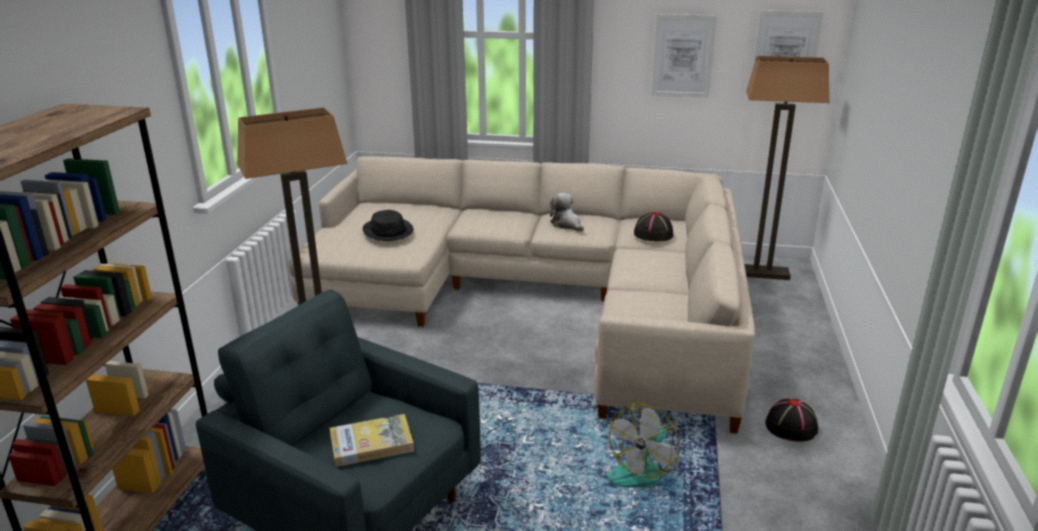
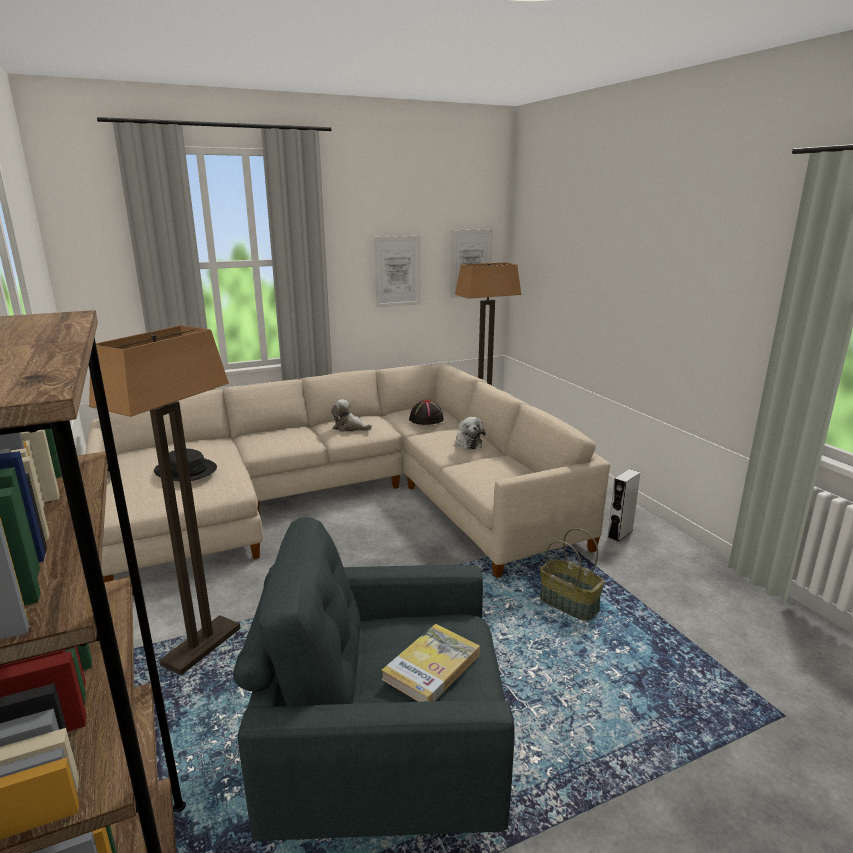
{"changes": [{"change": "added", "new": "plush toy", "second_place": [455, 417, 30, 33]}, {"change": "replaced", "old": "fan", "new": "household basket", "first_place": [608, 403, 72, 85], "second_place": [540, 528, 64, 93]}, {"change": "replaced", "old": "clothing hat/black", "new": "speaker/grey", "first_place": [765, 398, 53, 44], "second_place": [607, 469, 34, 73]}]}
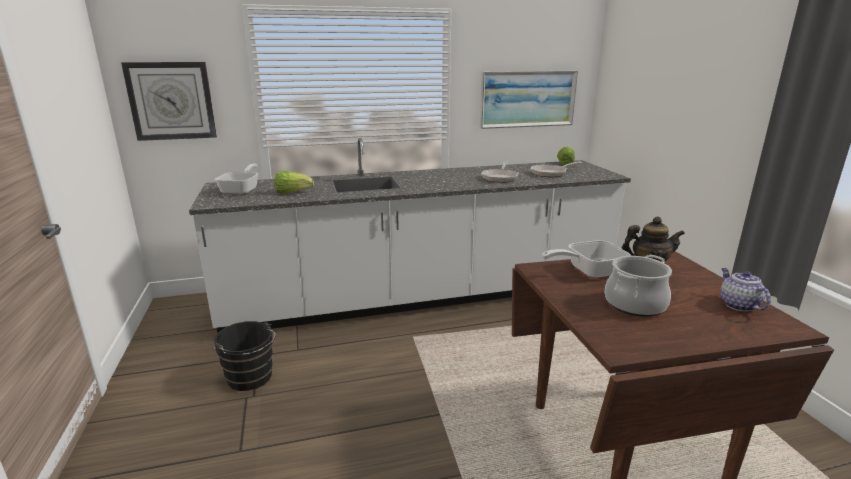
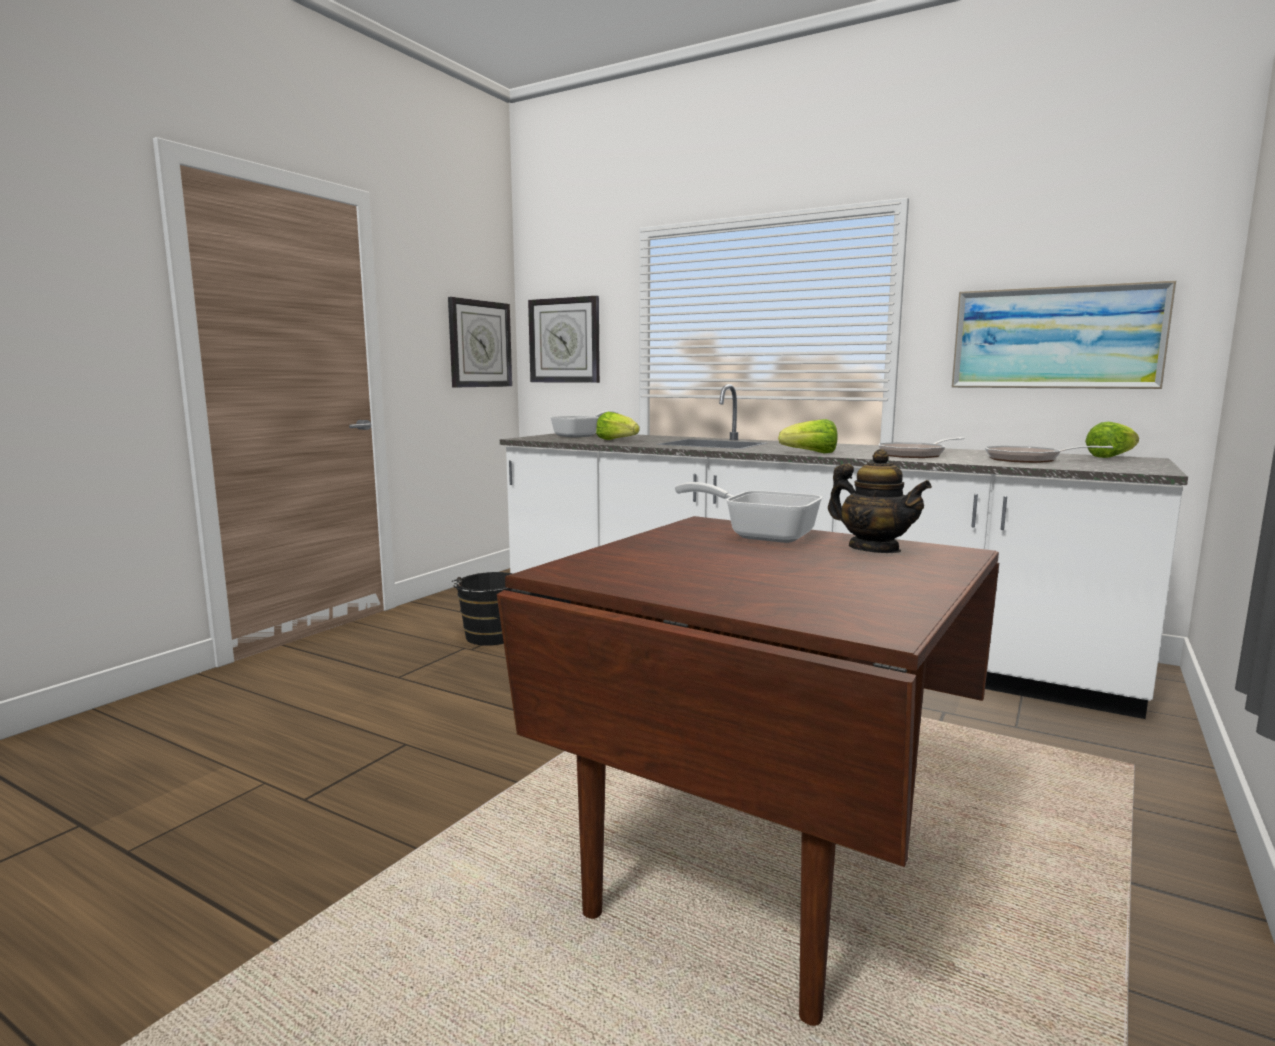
{"changes": [{"change": "removed", "old": "cooking pot", "first_place": [605, 255, 67, 62]}, {"change": "removed", "old": "tea pot", "first_place": [720, 268, 51, 43]}, {"change": "added", "new": "hanging clock", "second_place": [448, 297, 64, 90]}, {"change": "added", "new": "lettuce", "second_place": [778, 419, 60, 34]}]}
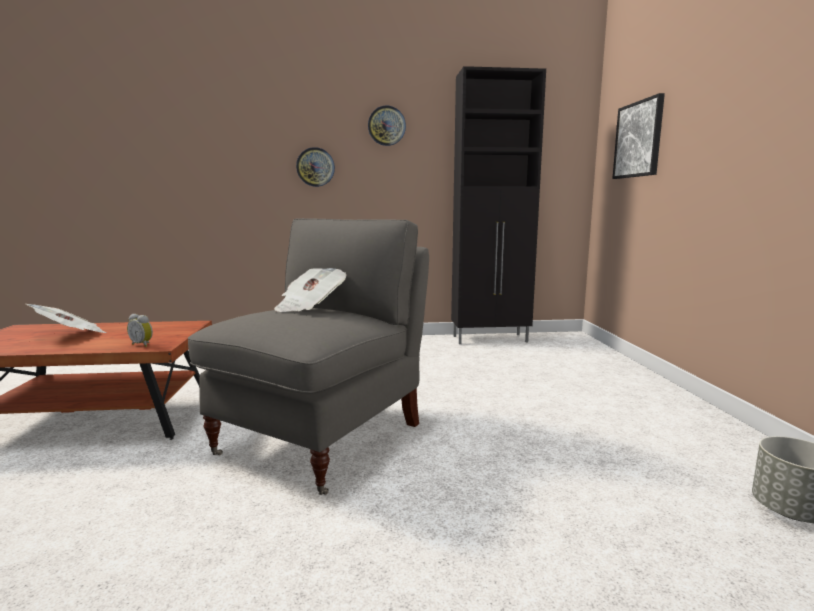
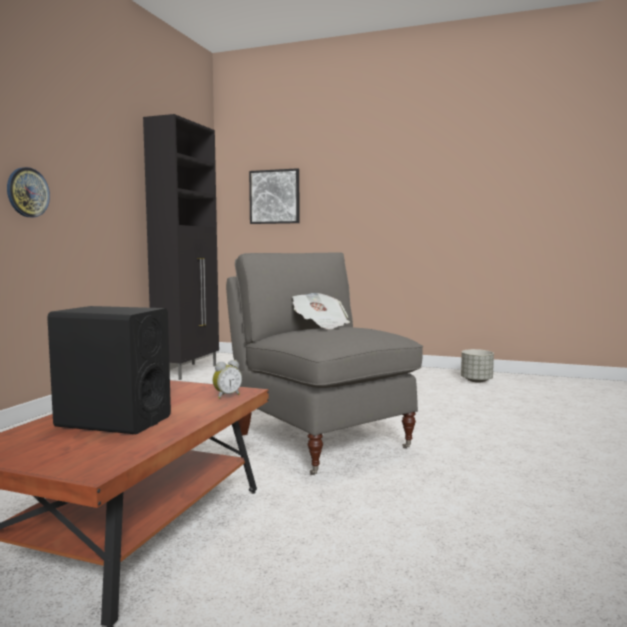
{"changes": [{"change": "removed", "old": "hanging clock", "first_place": [368, 106, 38, 40]}, {"change": "replaced", "old": "printed paper", "new": "speaker/black", "first_place": [26, 304, 80, 29], "second_place": [47, 306, 124, 129]}]}
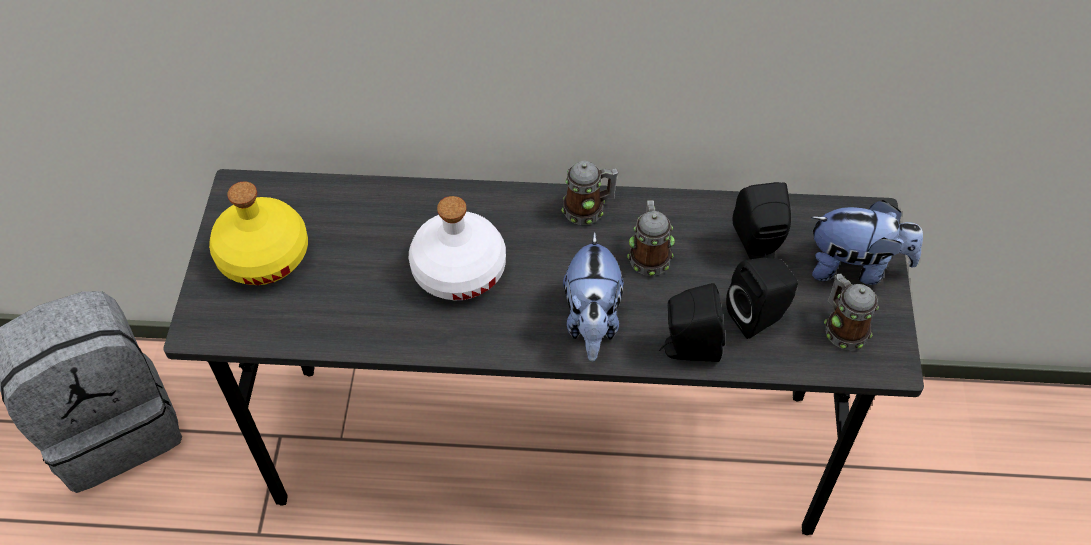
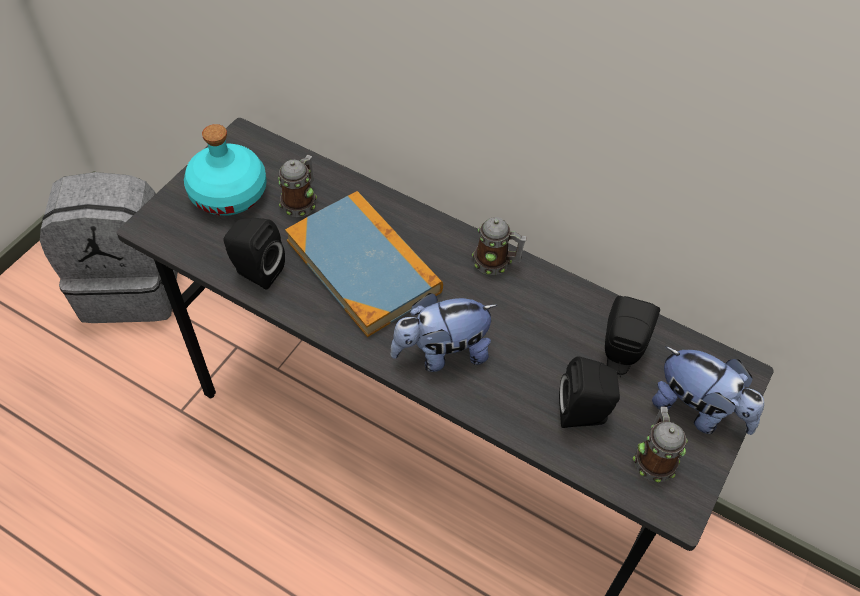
{"changes": [{"change": "moved", "old": "mug", "first_place": [627, 200, 48, 76], "second_place": [278, 155, 39, 62]}, {"change": "moved", "old": "speaker/black", "first_place": [659, 283, 66, 79], "second_place": [224, 218, 61, 72]}, {"change": "replaced", "old": "beverage bottle/white", "new": "bound book", "first_place": [409, 196, 97, 104], "second_place": [285, 191, 158, 146]}, {"change": "recoloured", "old": "beverage bottle/yellowish", "new": "beverage bottle/turquoise", "first_place": [209, 182, 99, 103], "second_place": [184, 124, 83, 92]}, {"change": "turned", "old": "plush toy", "first_place": [563, 231, 61, 130], "second_place": [390, 293, 108, 79], "degrees": 45}]}
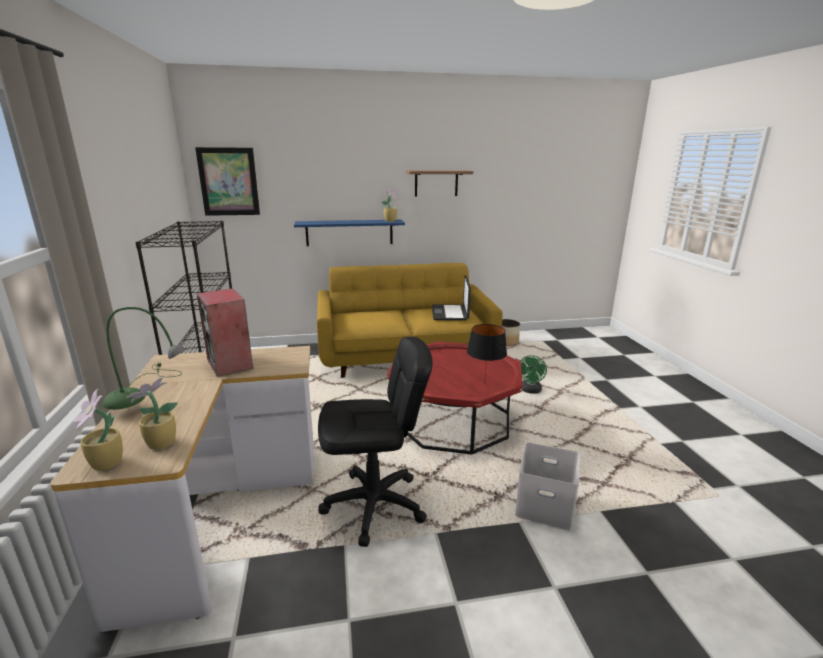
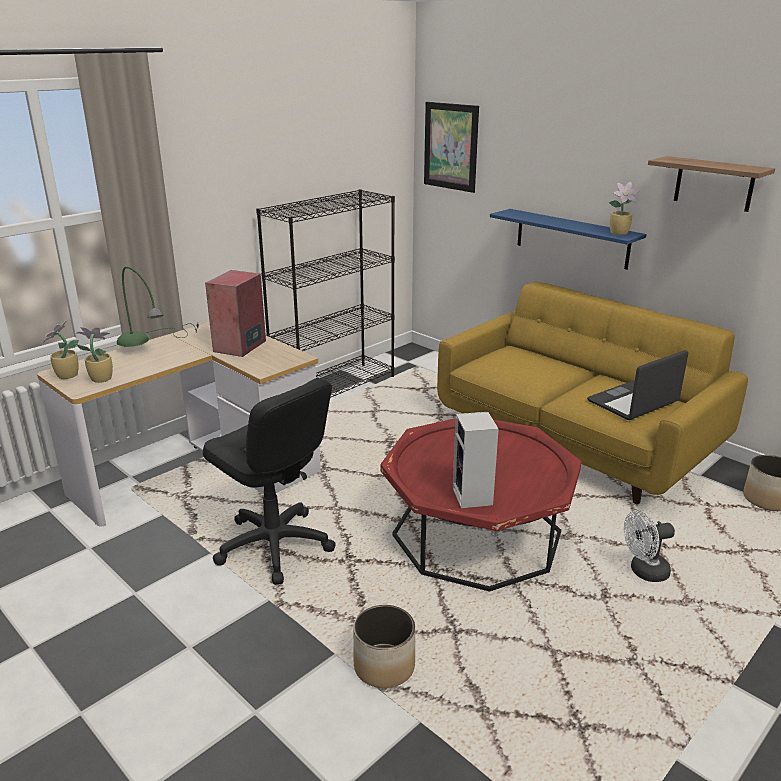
{"changes": [{"change": "replaced", "old": "tabletop lamp/black", "new": "speaker", "first_place": [467, 324, 40, 61], "second_place": [453, 412, 46, 96]}, {"change": "replaced", "old": "storage container/white", "new": "plant pot", "first_place": [515, 442, 65, 89], "second_place": [353, 605, 62, 83]}, {"change": "recoloured", "old": "fan/green-coloured", "new": "fan/white", "first_place": [520, 355, 27, 39], "second_place": [624, 510, 51, 72]}]}
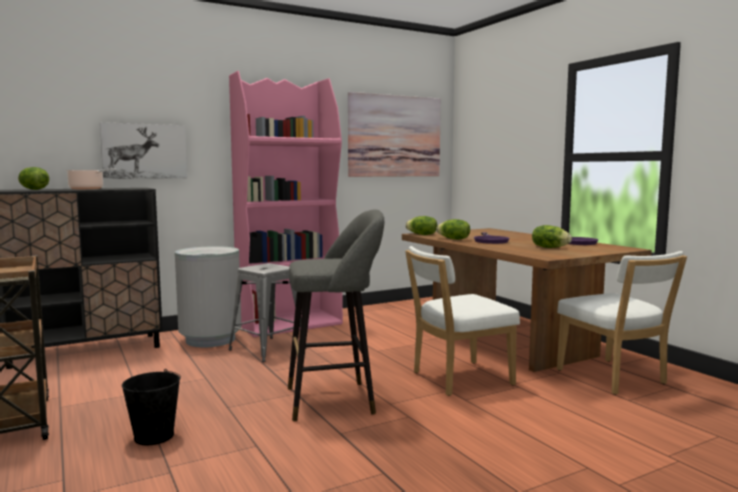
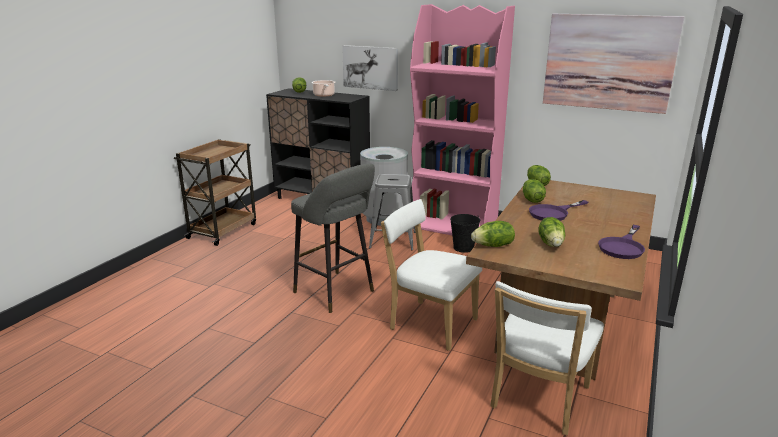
{"changes": [{"change": "added", "new": "lettuce", "second_place": [471, 221, 44, 26]}, {"change": "moved", "old": "bucket/black", "first_place": [122, 369, 59, 76], "second_place": [450, 214, 30, 39]}]}
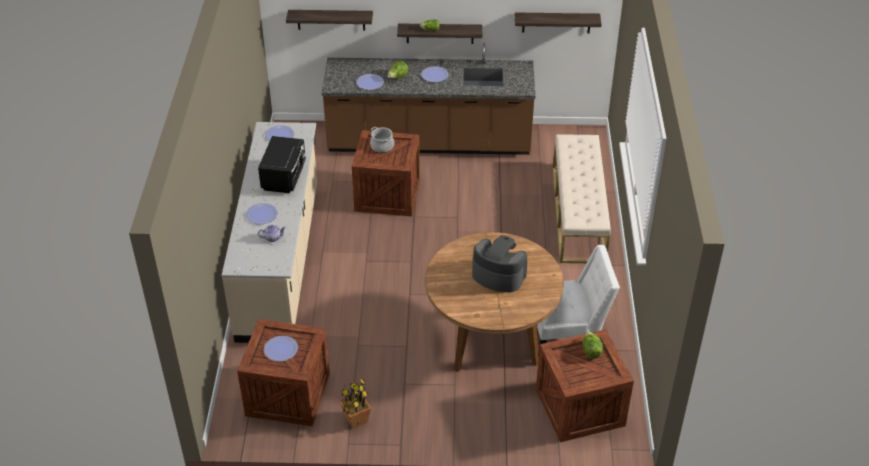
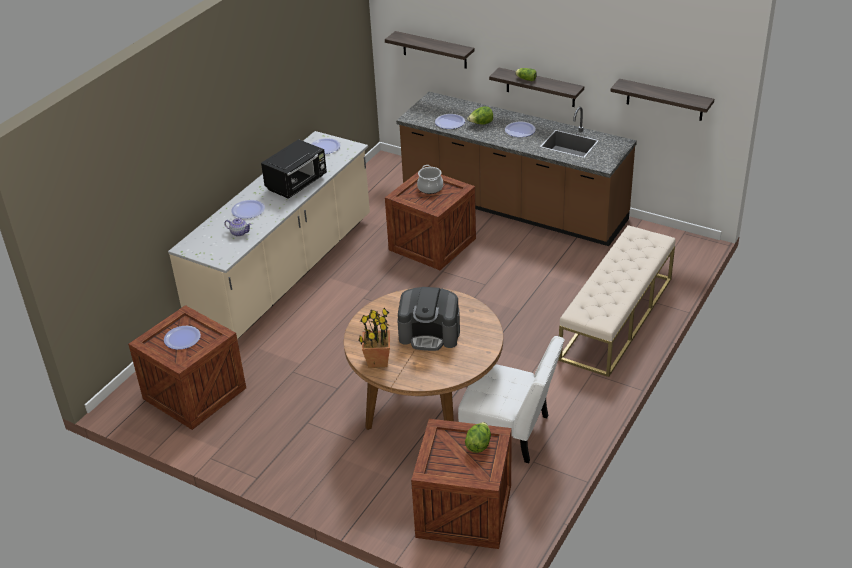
{"changes": [{"change": "moved", "old": "houseplant", "first_place": [340, 378, 31, 50], "second_place": [358, 308, 32, 60]}, {"change": "turned", "old": "coffee maker", "first_place": [472, 235, 56, 57], "second_place": [397, 287, 63, 64], "degrees": 135}]}
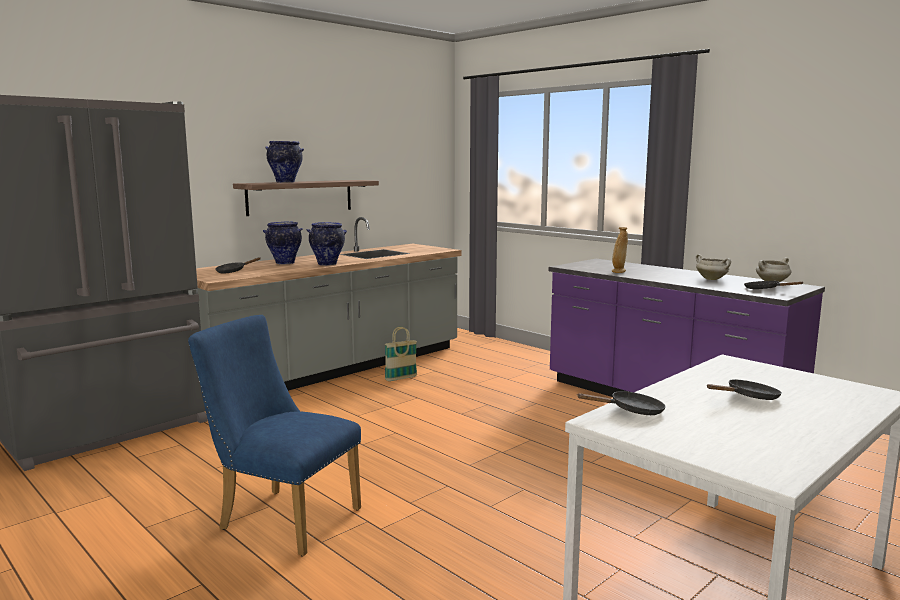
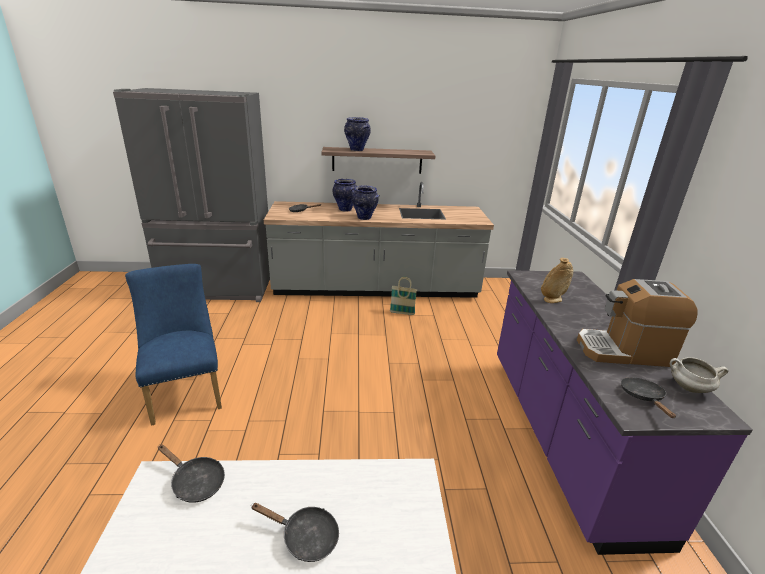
{"changes": [{"change": "replaced", "old": "cooking pot/white", "new": "coffee maker", "first_place": [696, 254, 35, 26], "second_place": [577, 279, 121, 88]}]}
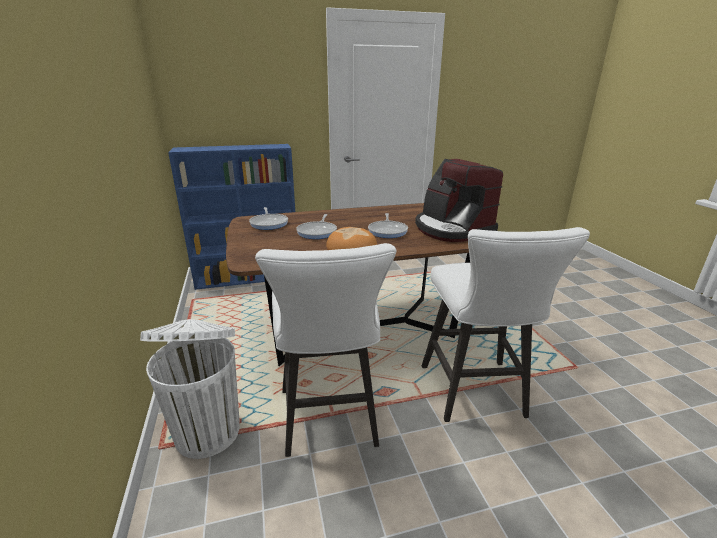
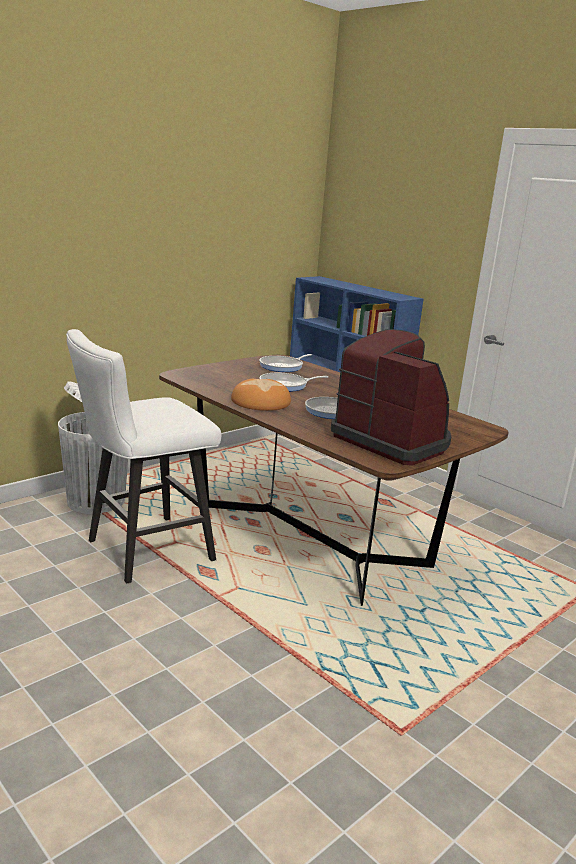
{"changes": [{"change": "removed", "old": "stool seat/white", "first_place": [422, 227, 168, 195]}, {"change": "turned", "old": "coffee maker", "first_place": [415, 159, 88, 83], "second_place": [331, 329, 120, 137], "degrees": 105}]}
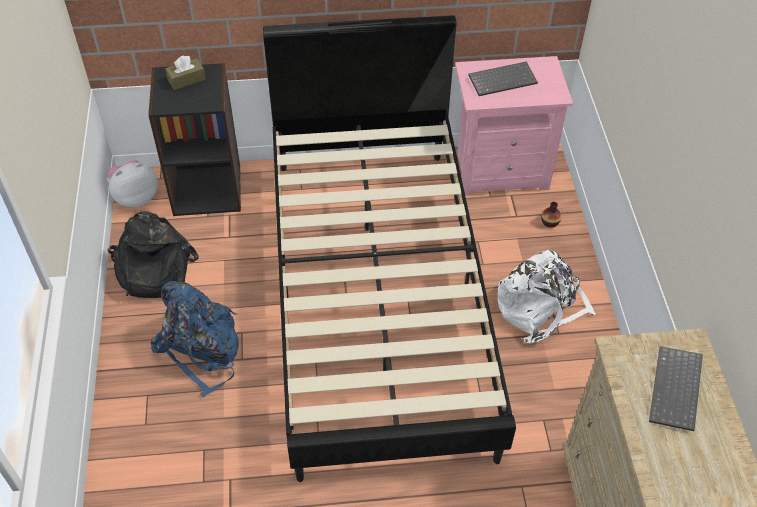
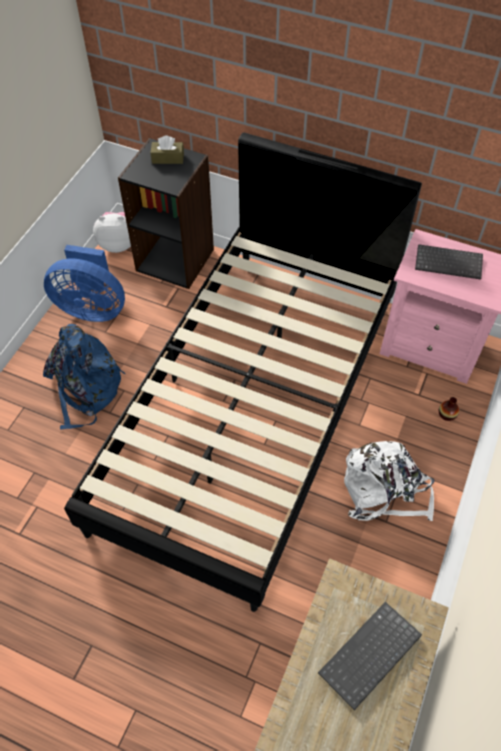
{"changes": [{"change": "replaced", "old": "backpack/black", "new": "fan/bluish", "first_place": [107, 211, 92, 87], "second_place": [44, 245, 81, 77]}]}
